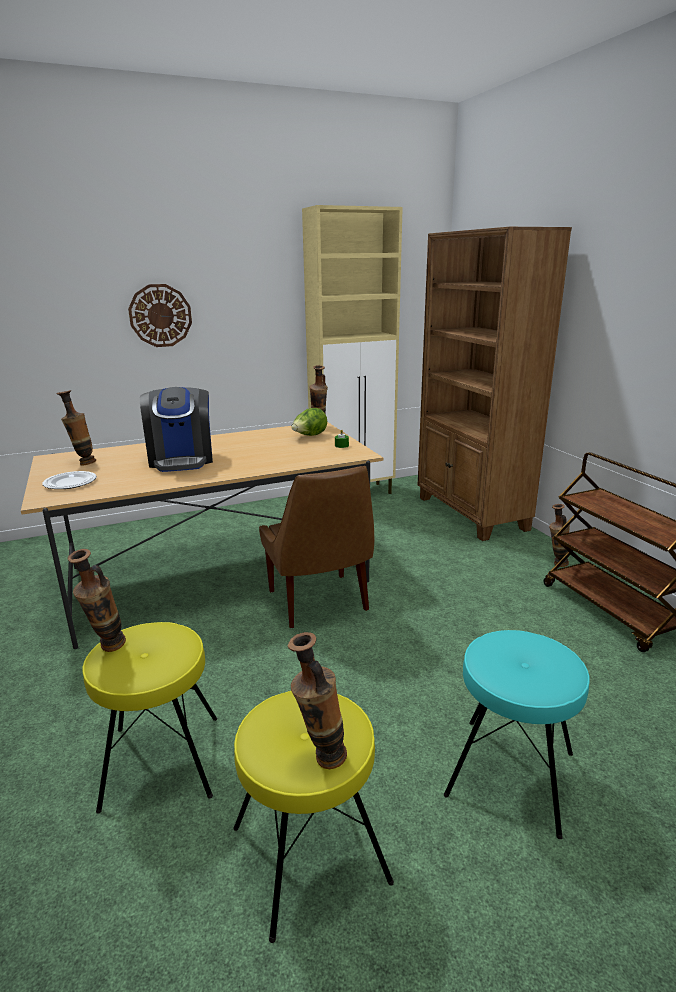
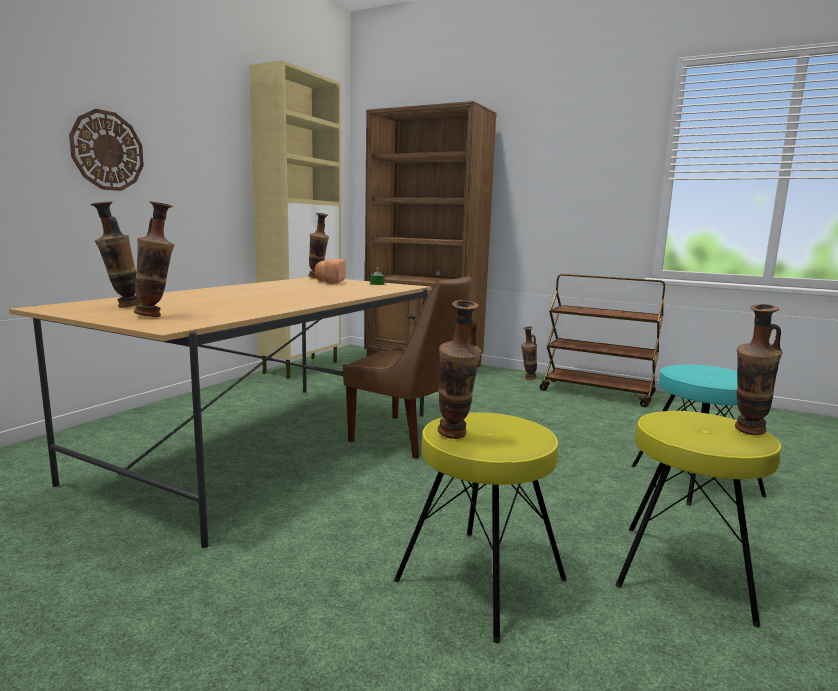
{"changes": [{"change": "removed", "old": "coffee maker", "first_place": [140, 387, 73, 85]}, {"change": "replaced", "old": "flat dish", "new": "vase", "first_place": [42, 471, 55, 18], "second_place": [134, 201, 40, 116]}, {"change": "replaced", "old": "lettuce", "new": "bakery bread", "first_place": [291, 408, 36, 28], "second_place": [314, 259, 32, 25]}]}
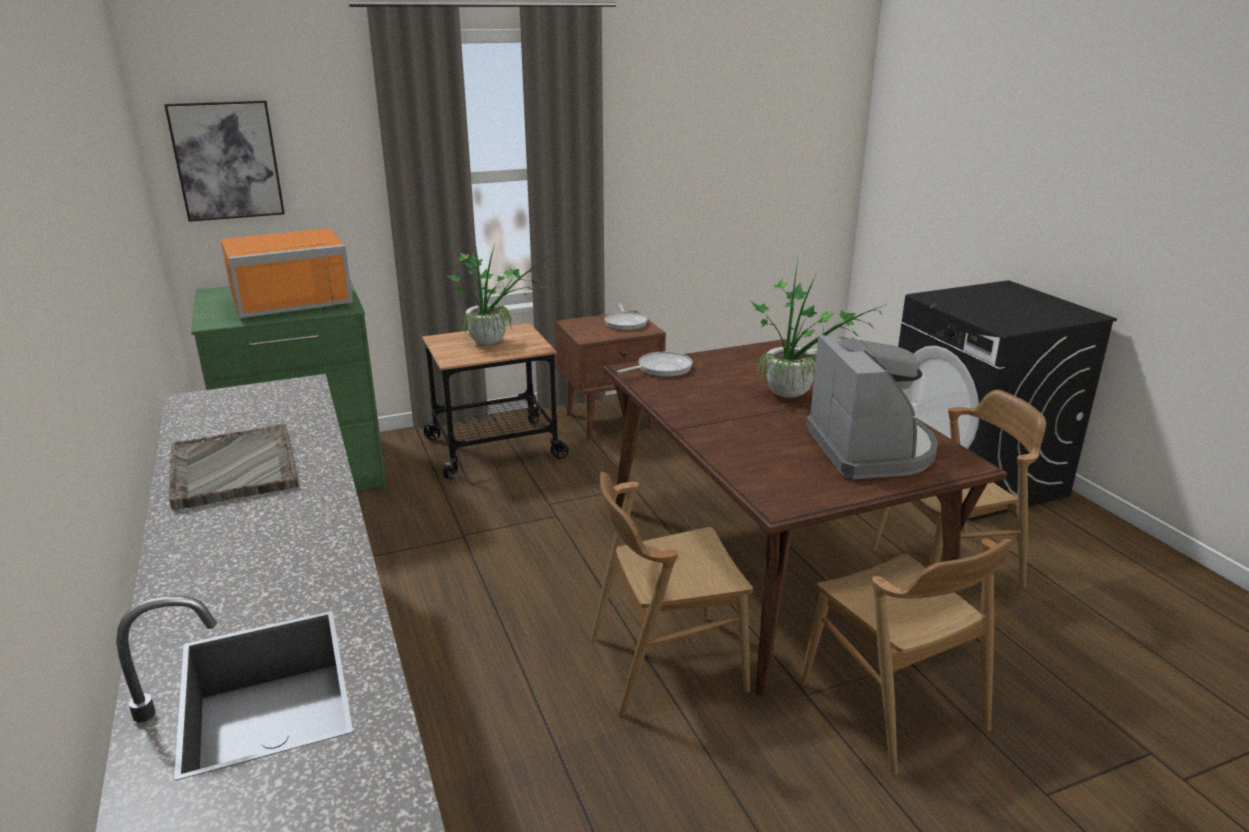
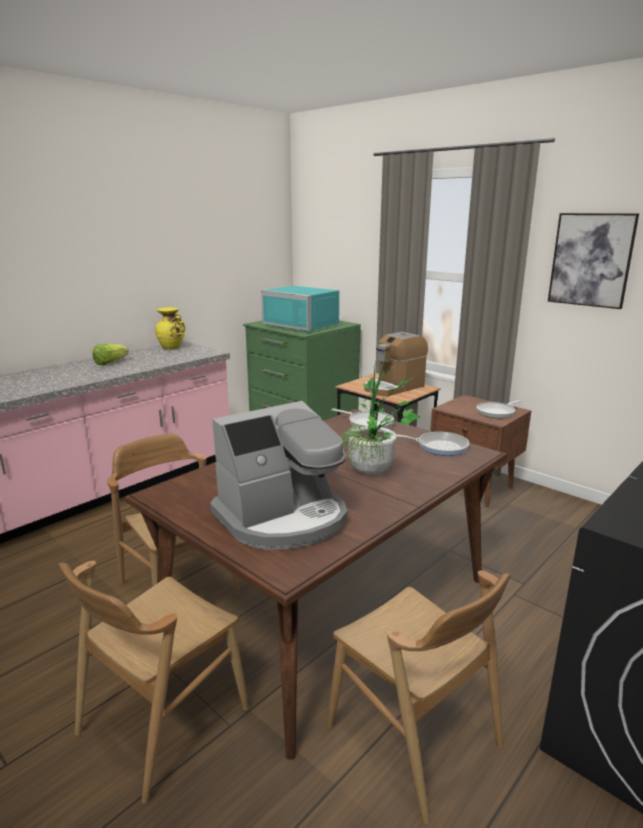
{"changes": [{"change": "added", "new": "vase/yellowish", "second_place": [155, 307, 30, 43]}, {"change": "added", "new": "frying pan", "second_place": [397, 432, 72, 24]}, {"change": "moved", "old": "picture", "first_place": [164, 100, 121, 122], "second_place": [548, 213, 91, 96]}, {"change": "replaced", "old": "carrying tray/grey", "new": "lettuce", "first_place": [169, 424, 130, 86], "second_place": [93, 344, 36, 21]}, {"change": "replaced", "old": "houseplant", "new": "coffee maker", "first_place": [444, 236, 105, 109], "second_place": [364, 332, 64, 64]}, {"change": "recoloured", "old": "kitchen microwave/orangey", "new": "kitchen microwave/turquoise", "first_place": [221, 228, 132, 90], "second_place": [261, 286, 78, 45]}]}
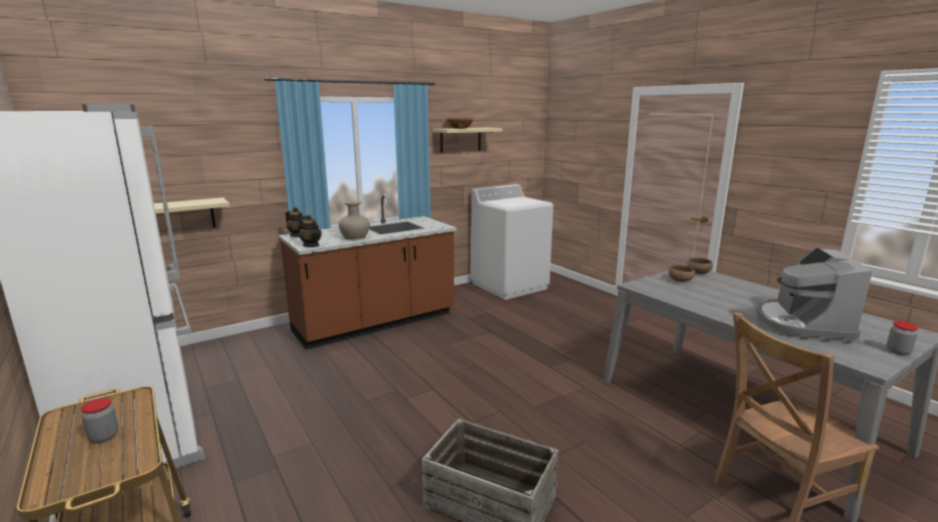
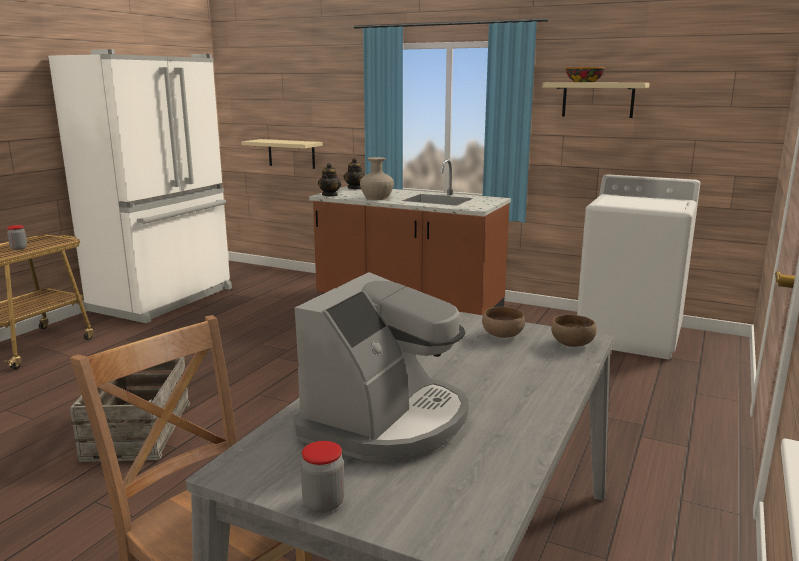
{"changes": [{"change": "turned", "old": "coffee maker", "first_place": [757, 247, 115, 96], "second_place": [293, 272, 176, 190], "degrees": 135}]}
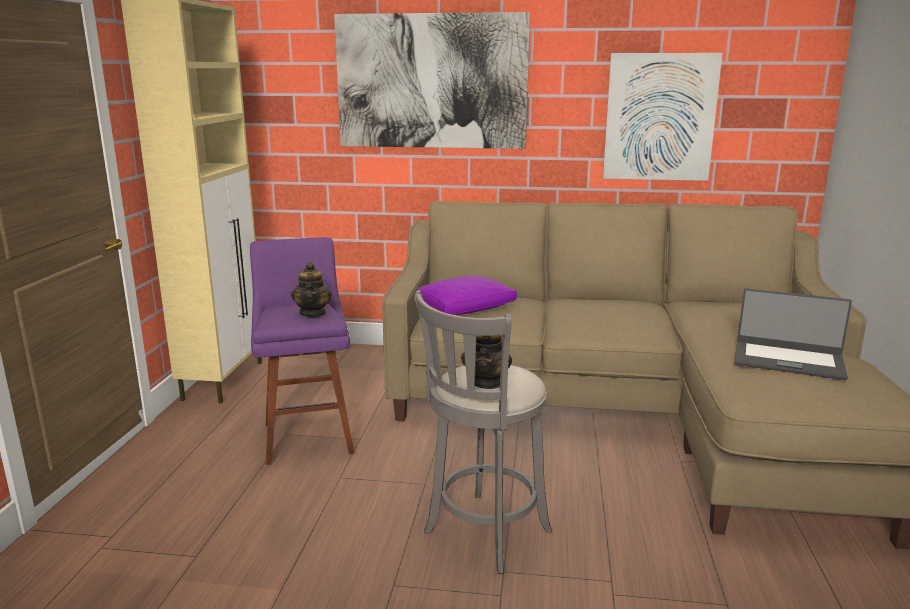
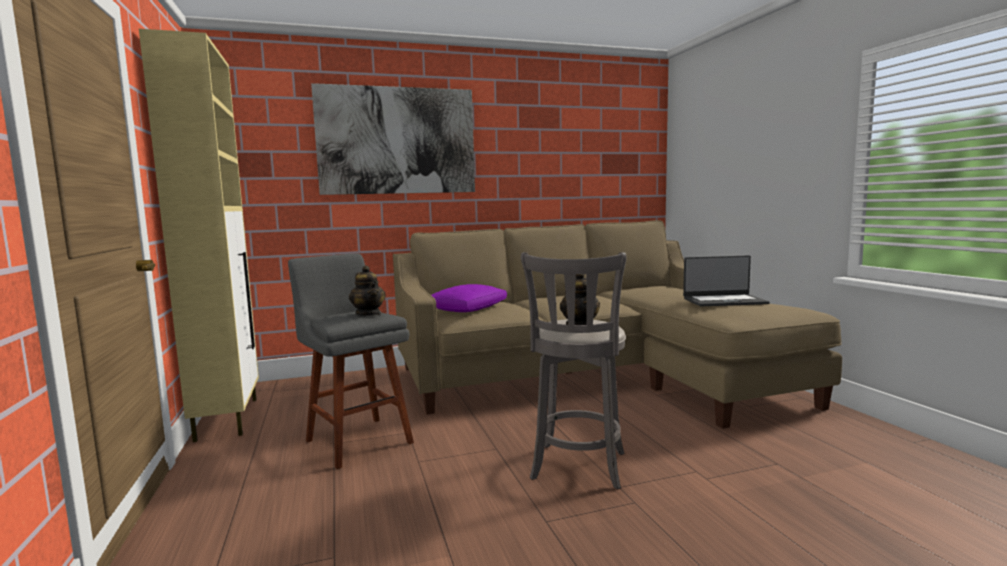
{"changes": [{"change": "removed", "old": "picture", "first_place": [603, 53, 120, 128]}, {"change": "recoloured", "old": "stool seat/purple", "new": "stool seat/grey", "first_place": [250, 237, 104, 228], "second_place": [288, 253, 126, 216]}]}
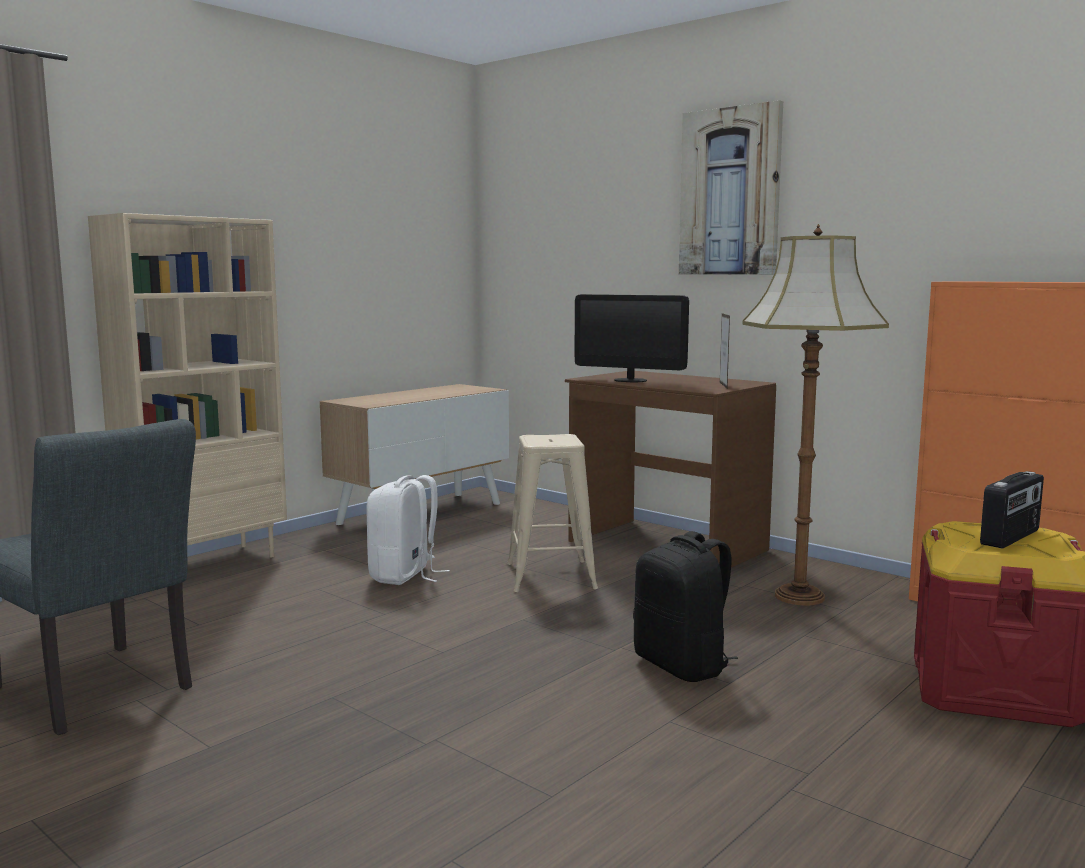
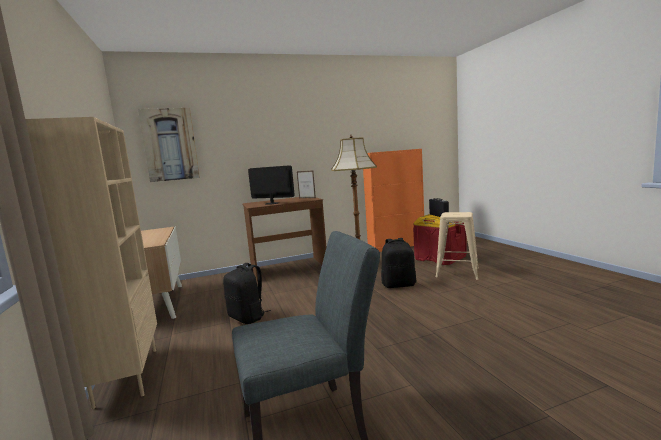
{"changes": [{"change": "moved", "old": "stool seat/sand-coloured", "first_place": [507, 434, 91, 158], "second_place": [436, 212, 43, 68]}, {"change": "moved", "old": "picture", "first_place": [679, 100, 104, 175], "second_place": [138, 108, 62, 74]}, {"change": "recoloured", "old": "backpack/white", "new": "backpack/black", "first_place": [366, 475, 84, 110], "second_place": [223, 263, 48, 61]}, {"change": "turned", "old": "monitor", "first_place": [575, 294, 114, 89], "second_place": [248, 165, 46, 40], "degrees": -120}]}
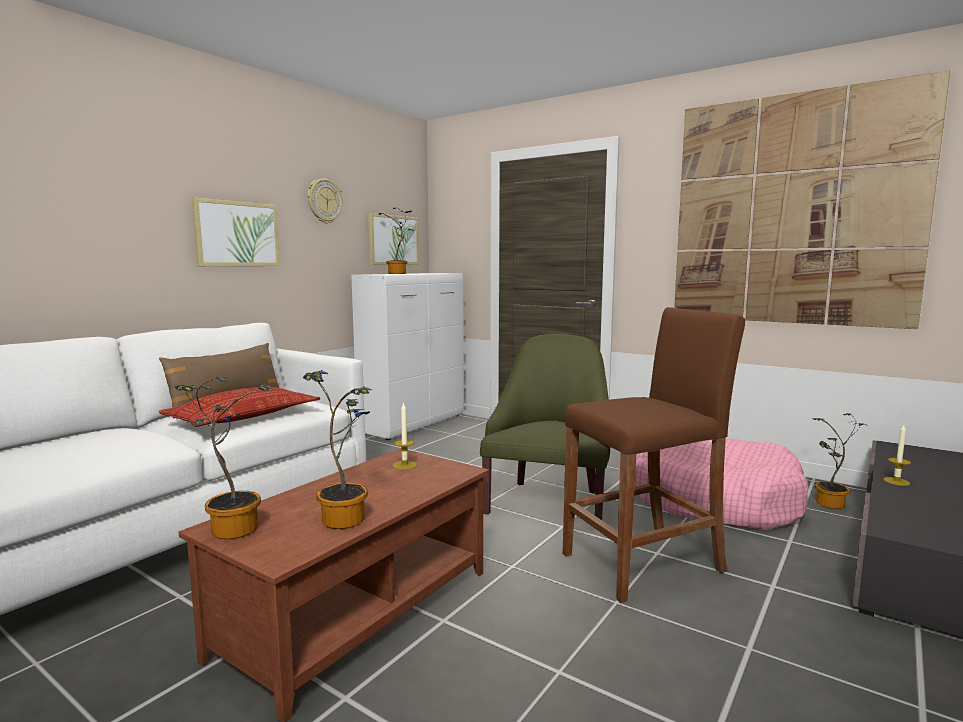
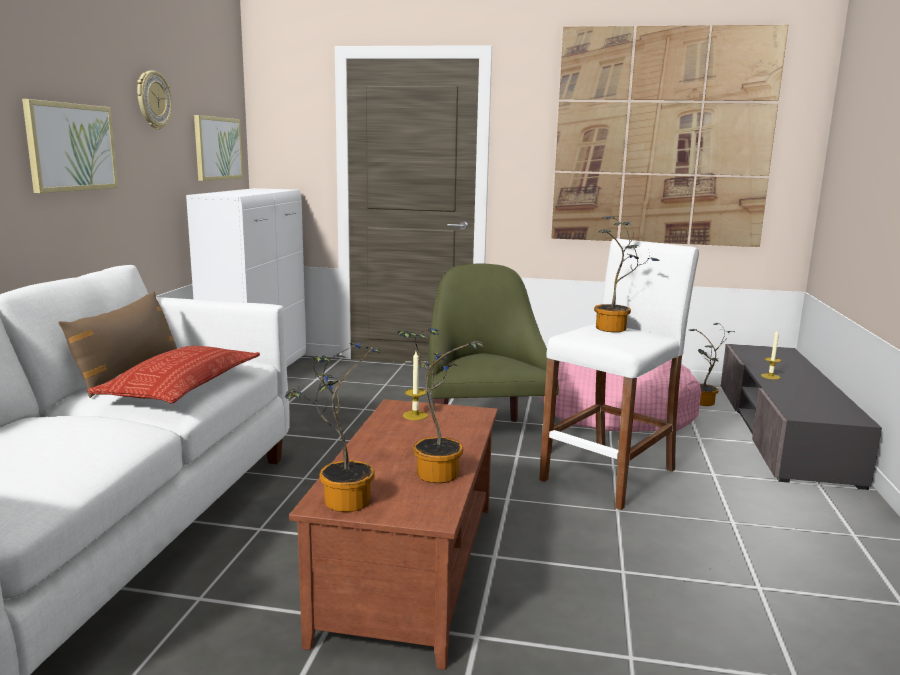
{"changes": [{"change": "moved", "old": "houseplant", "first_place": [379, 207, 35, 67], "second_place": [594, 216, 65, 116]}, {"change": "recoloured", "old": "stool seat/brownish", "new": "stool seat/white", "first_place": [563, 307, 182, 296], "second_place": [539, 238, 160, 272]}]}
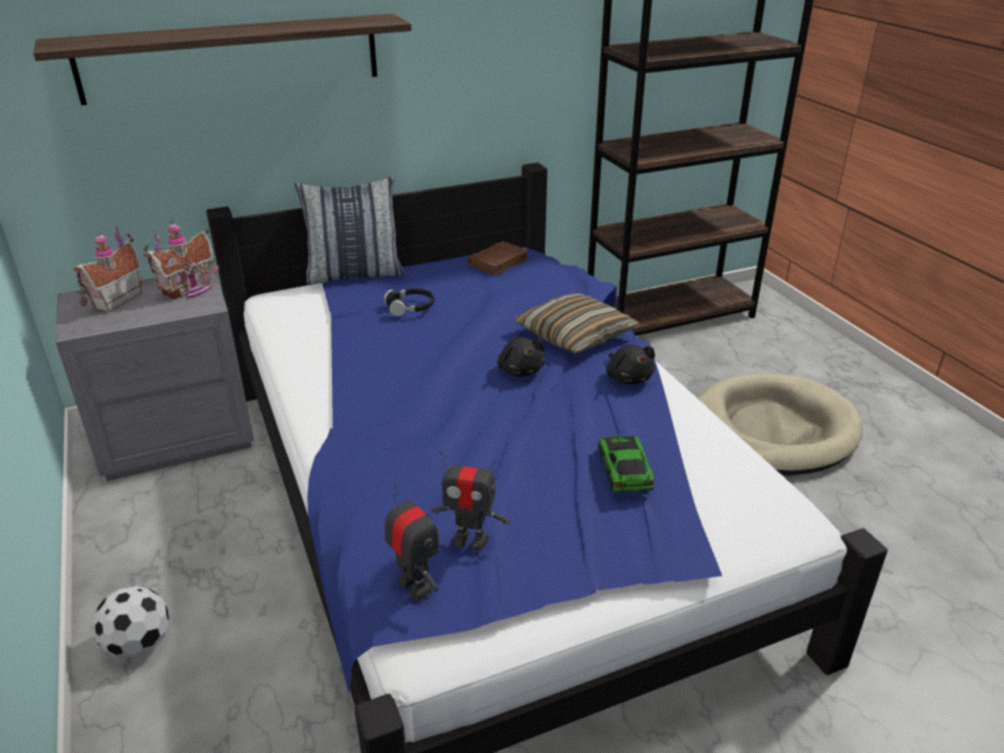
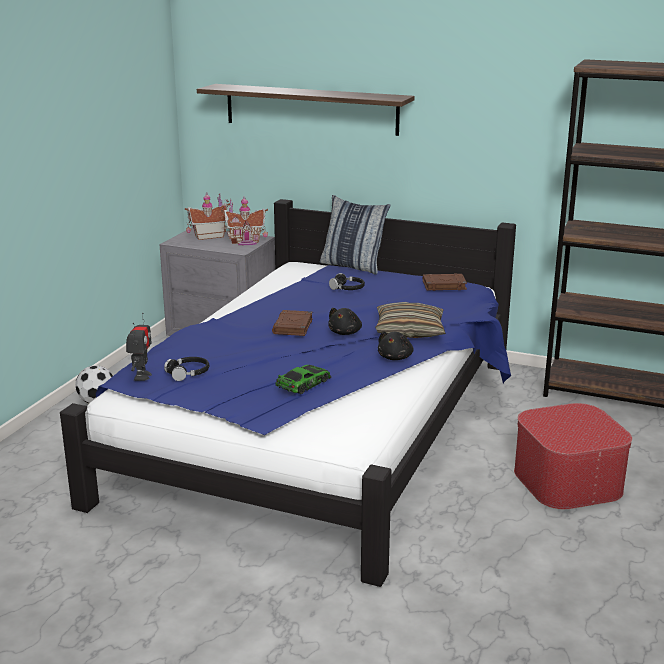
{"changes": [{"change": "added", "new": "bound book/brownish", "second_place": [272, 310, 41, 26]}, {"change": "replaced", "old": "model robot", "new": "headset/black", "first_place": [432, 451, 78, 100], "second_place": [164, 357, 45, 24]}, {"change": "replaced", "old": "dog bed/sand-coloured", "new": "footrest", "first_place": [697, 374, 166, 102], "second_place": [514, 403, 118, 107]}]}
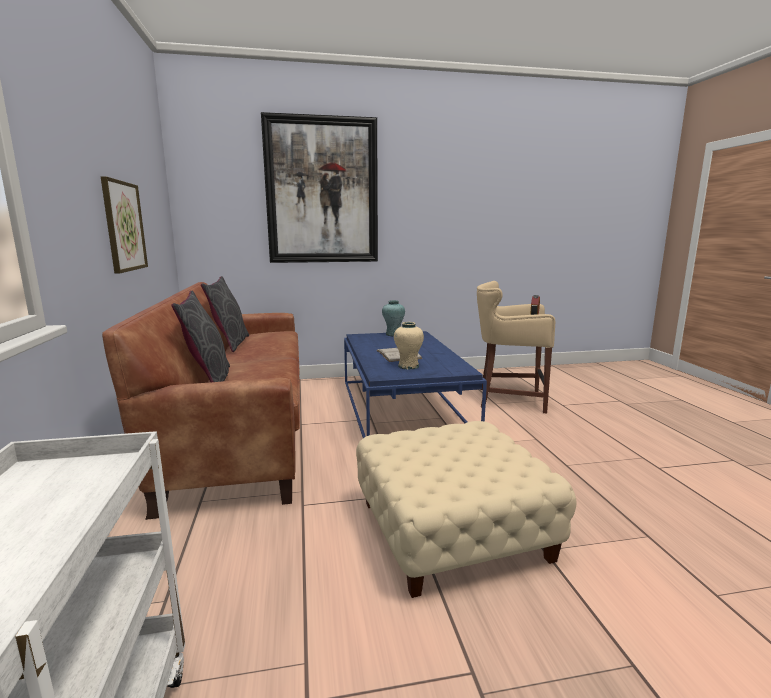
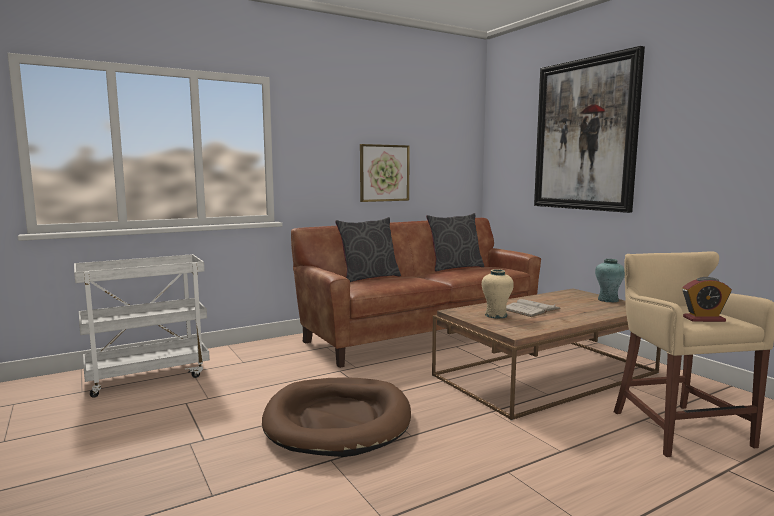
{"changes": [{"change": "replaced", "old": "footrest/sand-coloured", "new": "dog bed/brownish", "first_place": [356, 421, 221, 177], "second_place": [262, 377, 149, 80]}, {"change": "recoloured", "old": "low table/bluish", "new": "low table/brownish", "first_place": [344, 331, 143, 107], "second_place": [432, 289, 229, 132]}]}
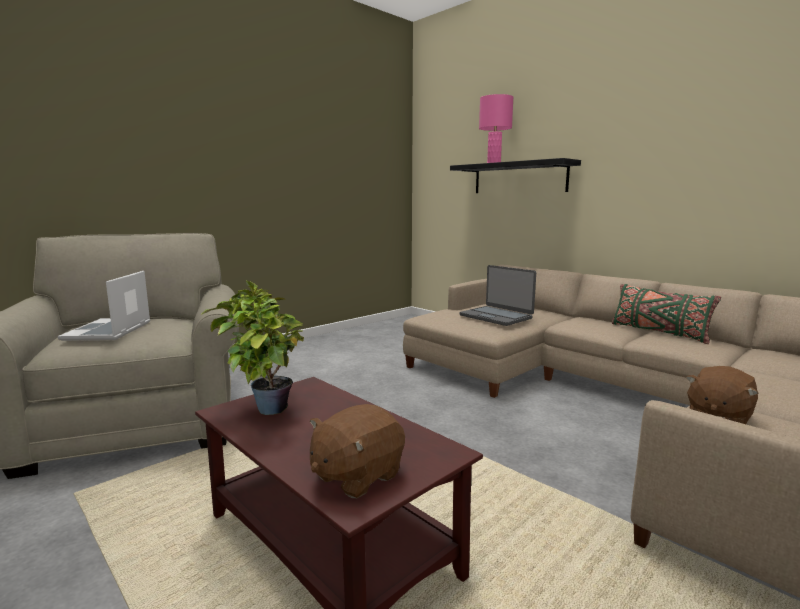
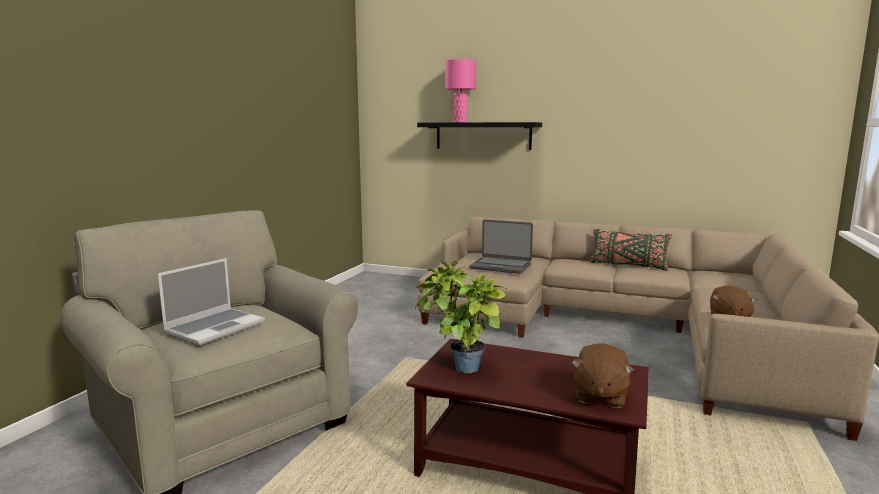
{"changes": [{"change": "turned", "old": "portable computer", "first_place": [58, 271, 92, 70], "second_place": [157, 258, 108, 87], "degrees": -120}]}
